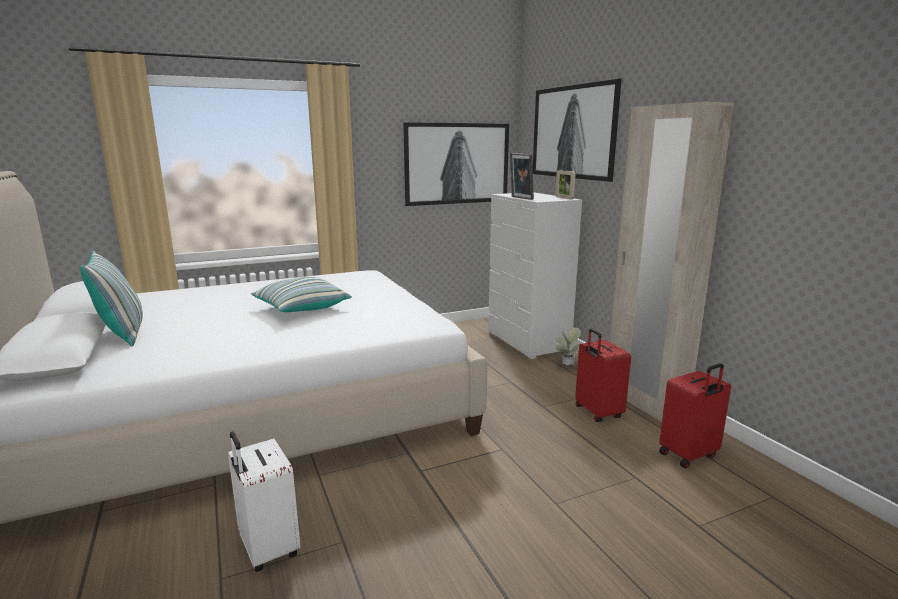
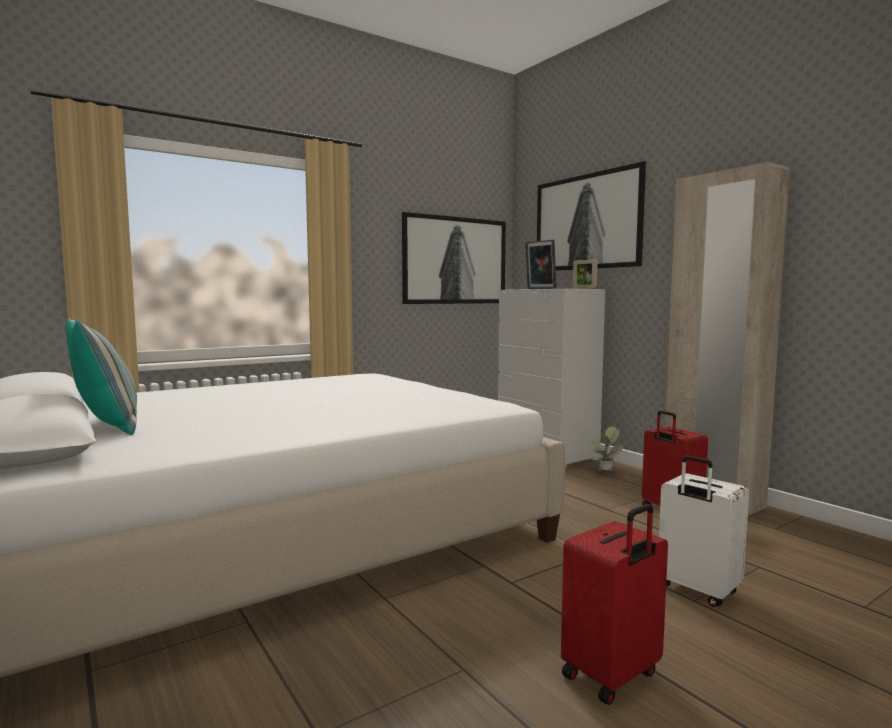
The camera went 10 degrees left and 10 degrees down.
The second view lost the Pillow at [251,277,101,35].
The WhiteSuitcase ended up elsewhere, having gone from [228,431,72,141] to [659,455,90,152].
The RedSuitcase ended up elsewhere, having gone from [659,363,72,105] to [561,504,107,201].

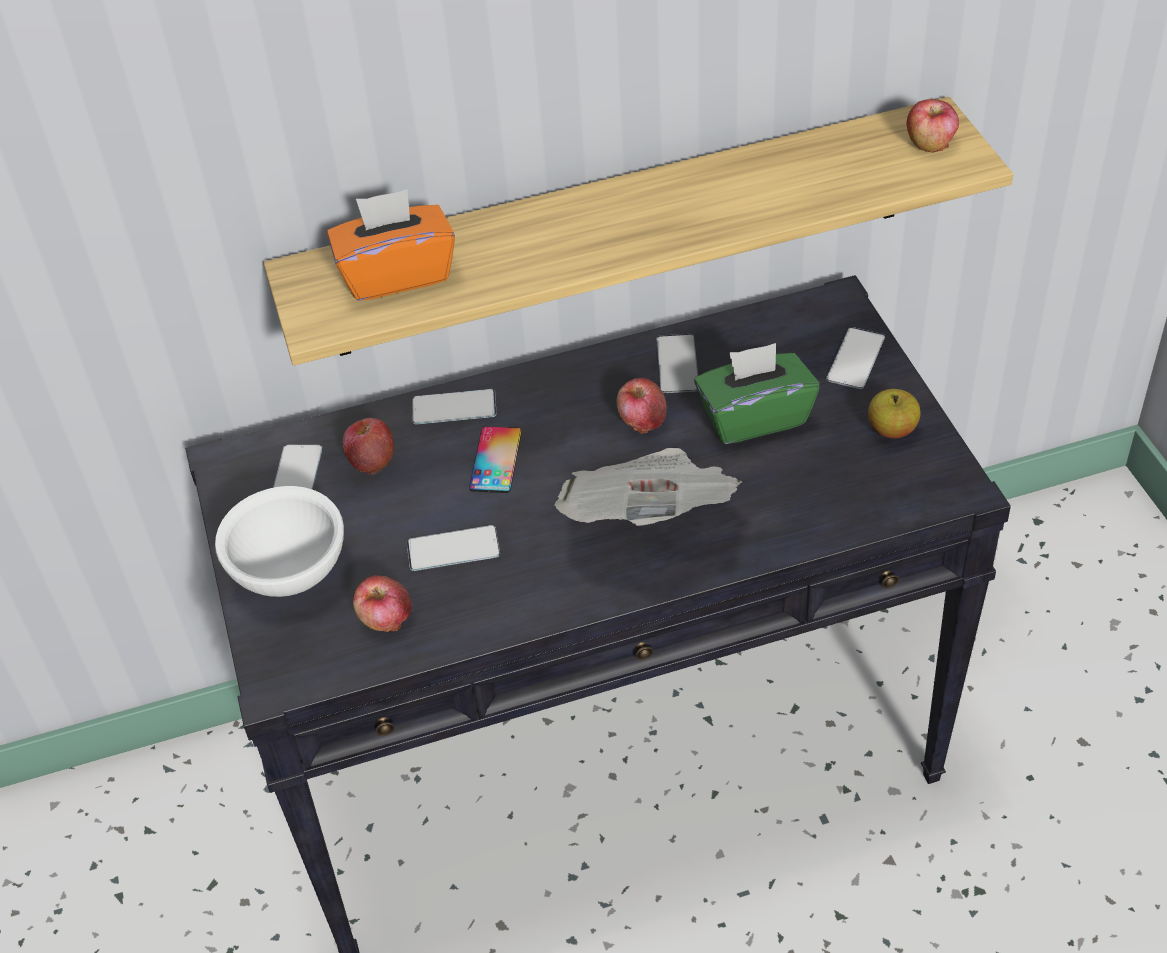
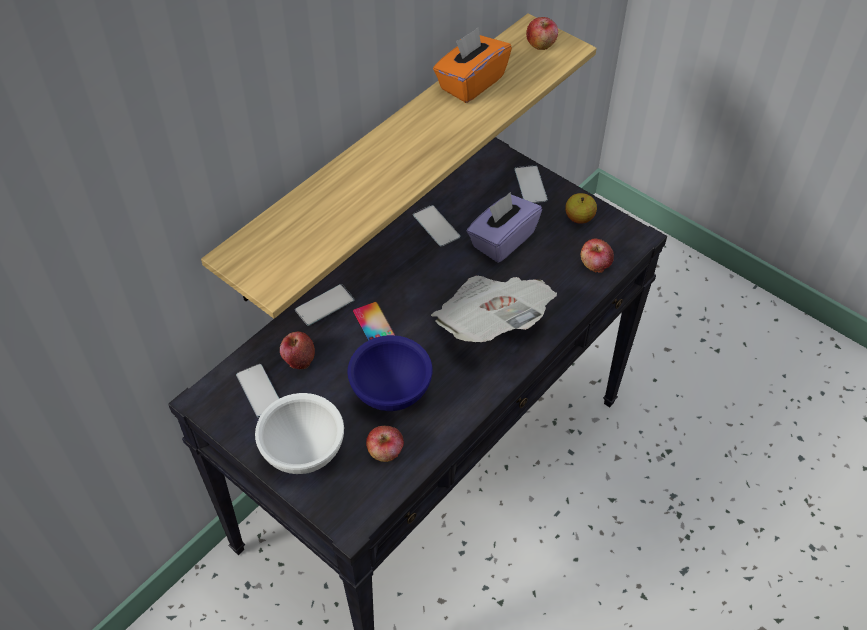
The camera went 35 degrees left and 5 degrees up.
The OrangeTissueBox ended up elsewhere, having gone from [327,189,128,112] to [433,27,79,76].
The Apple ended up elsewhere, having gone from [616,378,51,56] to [581,238,33,35].
Where the Phone stood at [407,525,93,46], the BlueBowl came to stand at [347,335,86,76].
What was the GreenTissueBox at [694,343,125,101] turned into the PurpleTissueBox at [467,192,75,71].

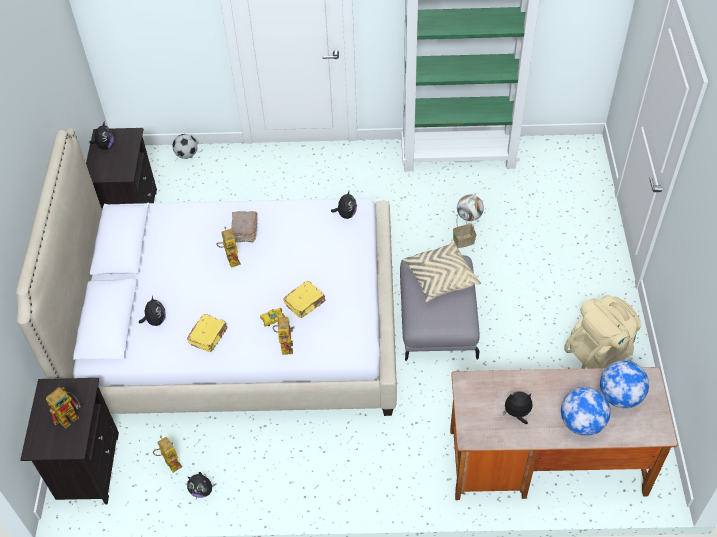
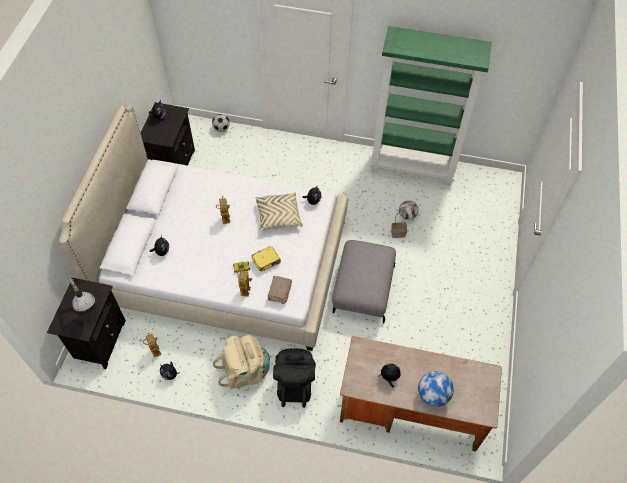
The camera went 10 degrees right and 5 degrees up.
The second view lost the YellowBook at [187,314,40,38].
The second view lost the Globe at [600,360,49,48].
The second view gained the BlackBackpack at [273,348,43,60].
The BrownBook ended up elsewhere, having gone from [231,211,27,31] to [268,276,24,28].
The BeigePillow ended up elsewhere, having gone from [403,242,78,60] to [255,192,48,39].
The BeigeBackpack ended up elsewhere, having gone from [564,295,77,74] to [213,335,57,54].
Where the ToyRobot stood at [46,387,35,42], the TableLamp came to stand at [69,278,26,35].

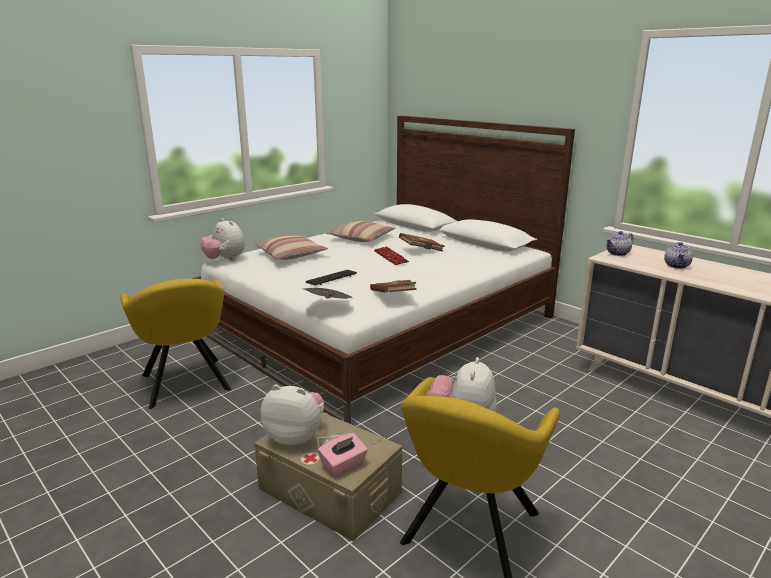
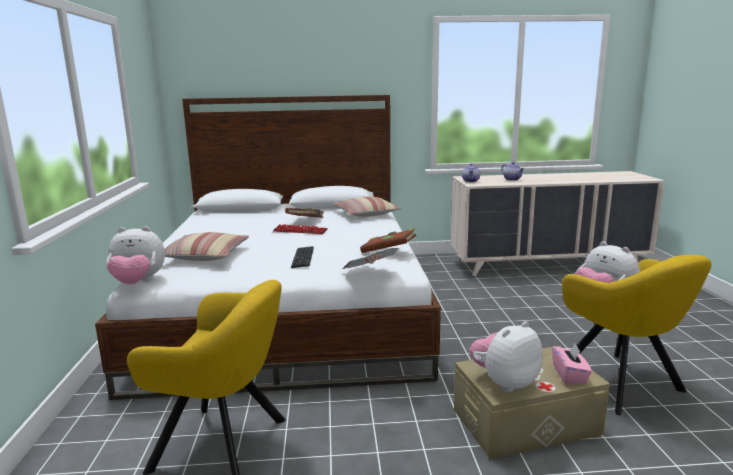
The camera went 50 degrees left and 5 degrees down.
The Pillow ended up elsewhere, having gone from [326,221,69,21] to [333,197,68,20].

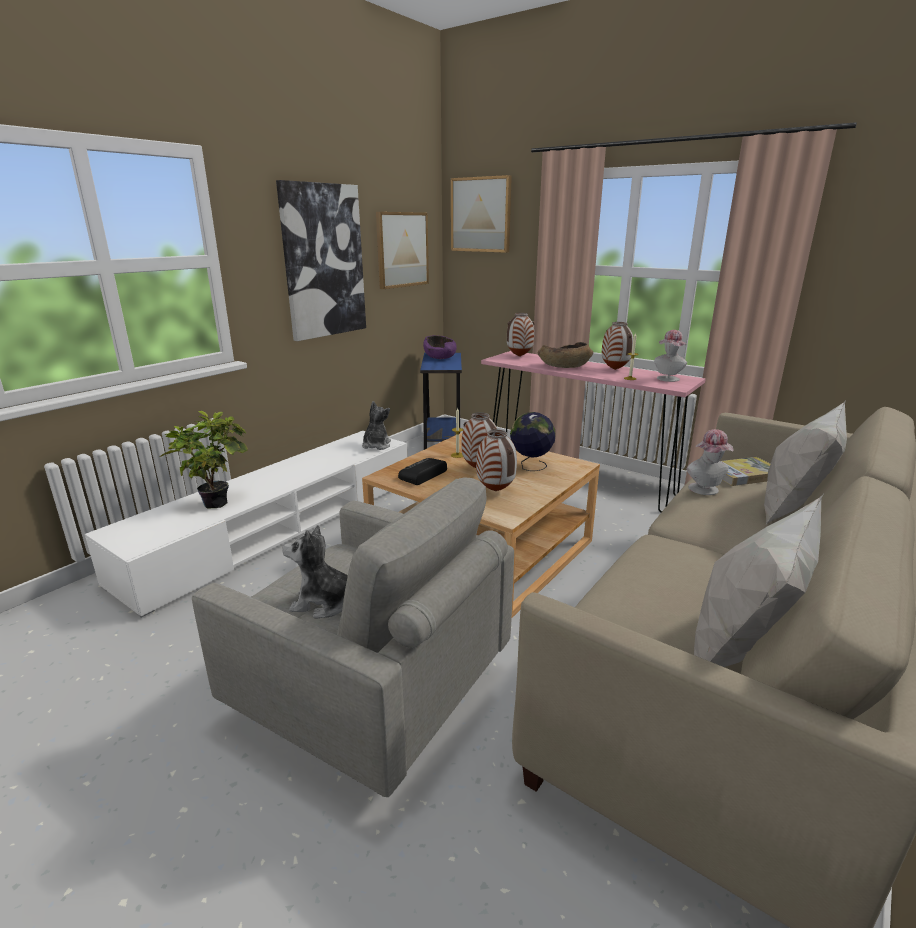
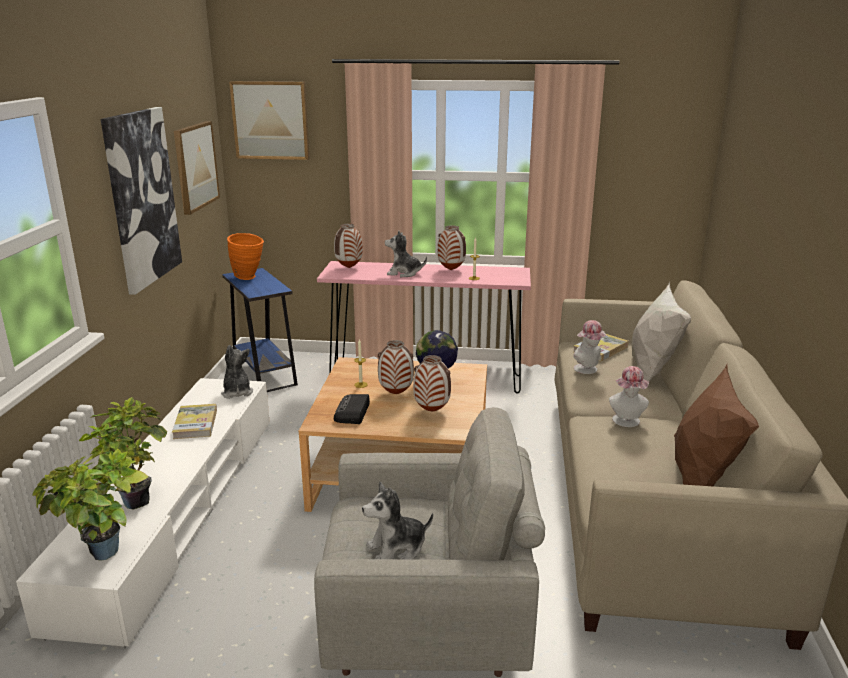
The camera went 30 degrees left and 0 degrees up.
The second view gained the PottedPlant at [32,449,116,112].
The second view gained the Book at [172,404,45,35].
The Hat ended up elsewhere, having gone from [654,330,33,52] to [609,366,40,61].
Where the PurpleBowl stood at [423,335,34,24], the OrangeVase came to stand at [227,233,37,47].
Where the BrownBowl stood at [538,342,55,26], the PlushToy came to stand at [385,231,42,46].
What was the WhitePillow at [694,492,131,175] turned into the BrownPillow at [674,364,85,122].

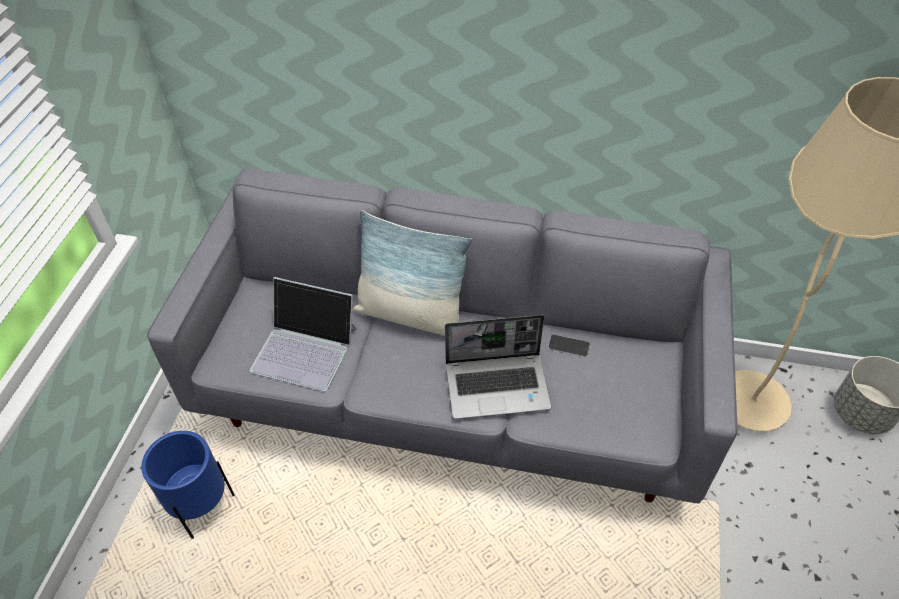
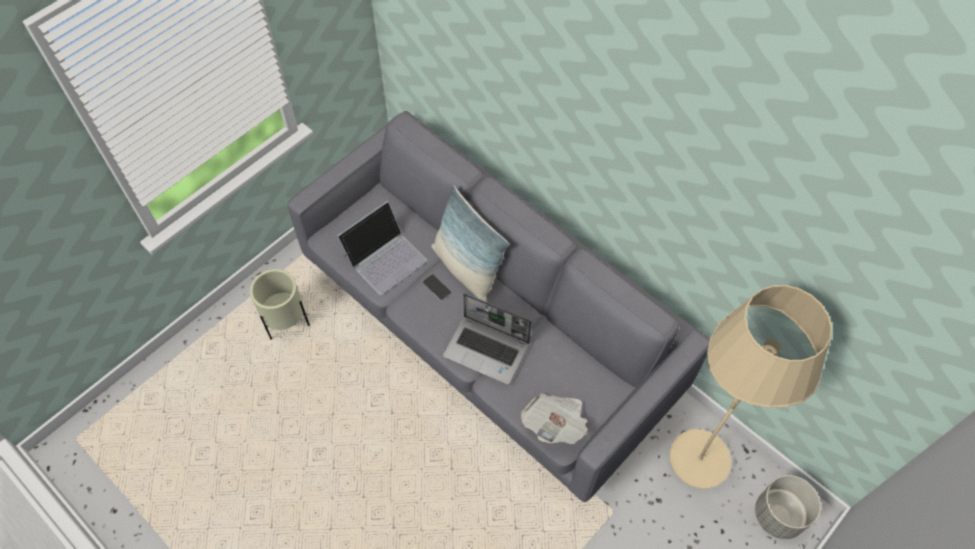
The camera went 30 degrees right and 10 degrees up.
The second view gained the Newspaper at [521,393,67,51].
The Phone ended up elsewhere, having gone from [548,334,42,23] to [422,274,30,27].
What was the BluePlanter at [141,431,94,108] turned into the BeigePlanter at [250,269,60,71].
The Laptop at [250,277,107,114] ended up facing another way, 90 degrees counterclockwise from before.

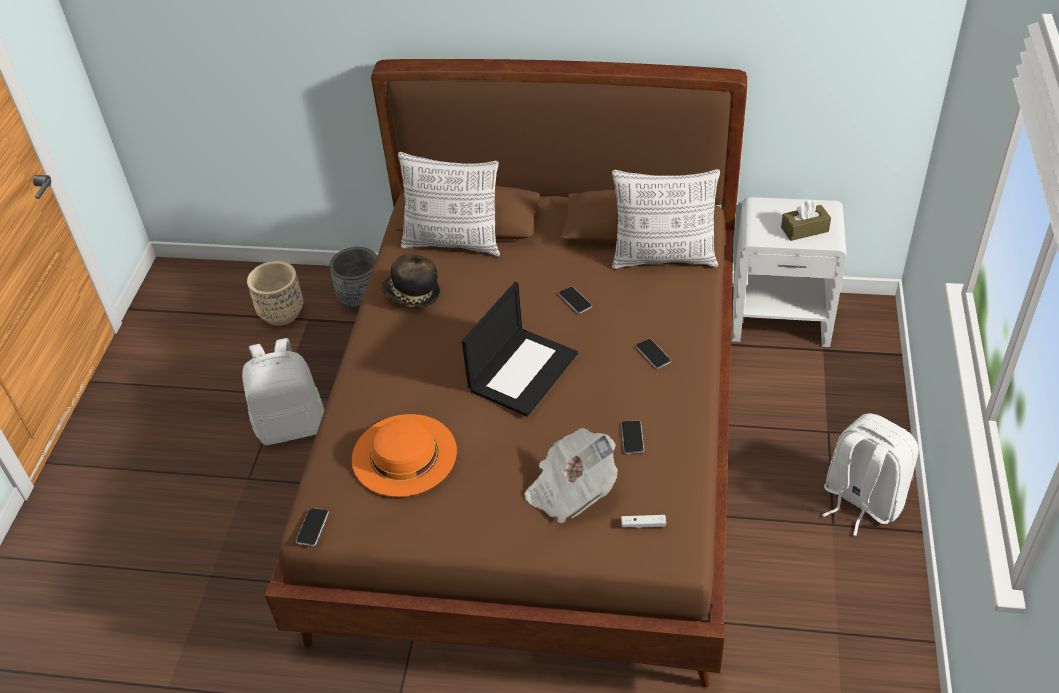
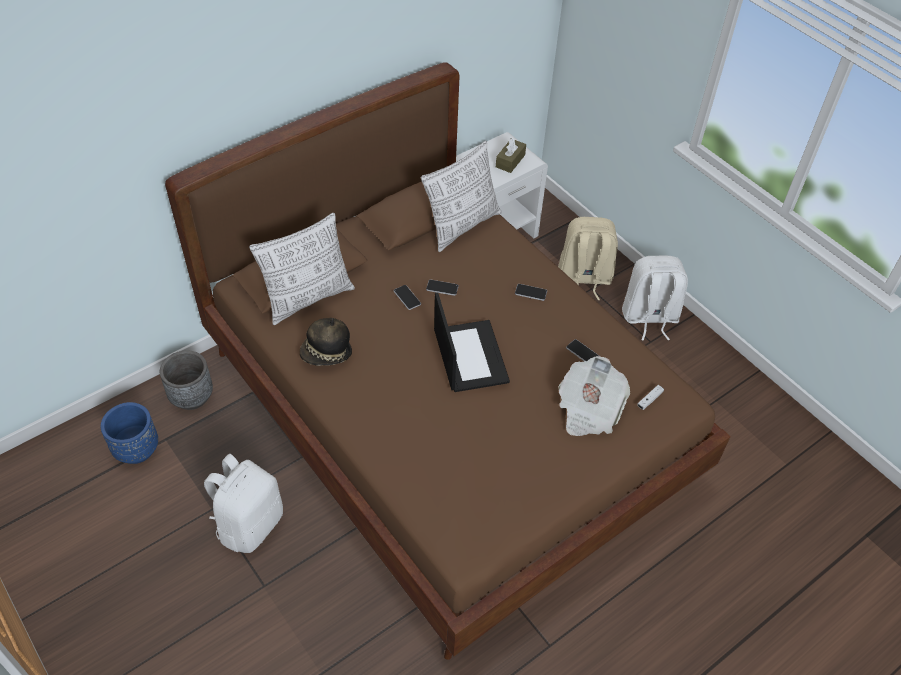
The camera went 50 degrees left and 5 degrees up.
The second view lost the OrangeHat at [352,414,105,83].
The second view gained the BeigeBackpack at [558,217,60,83].
The Phone ended up elsewhere, having gone from [296,508,33,38] to [394,285,27,25].
What was the BeigePlanter at [247,261,56,65] turned into the BluePlanter at [101,402,57,62].

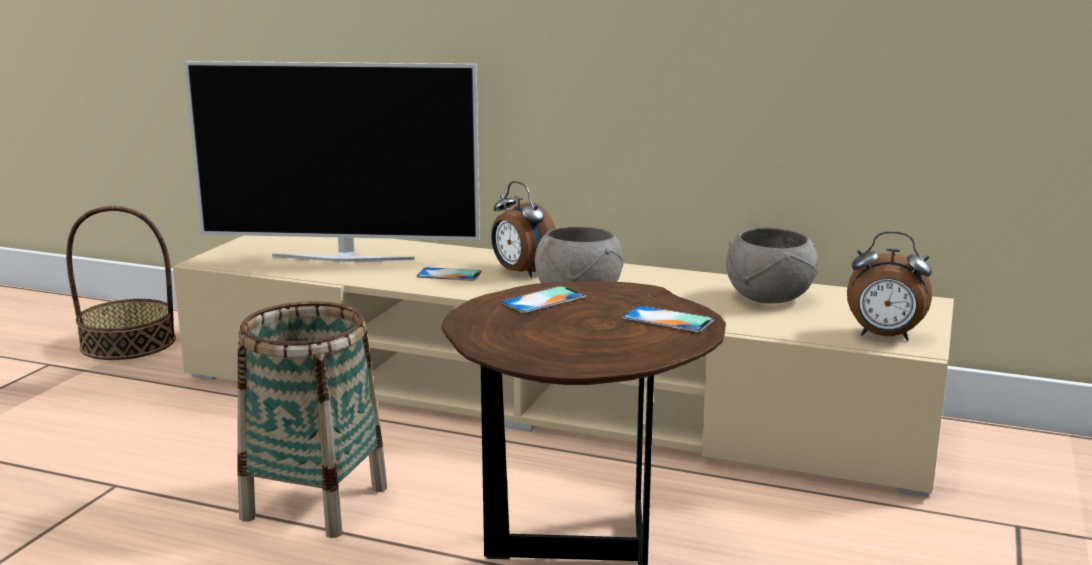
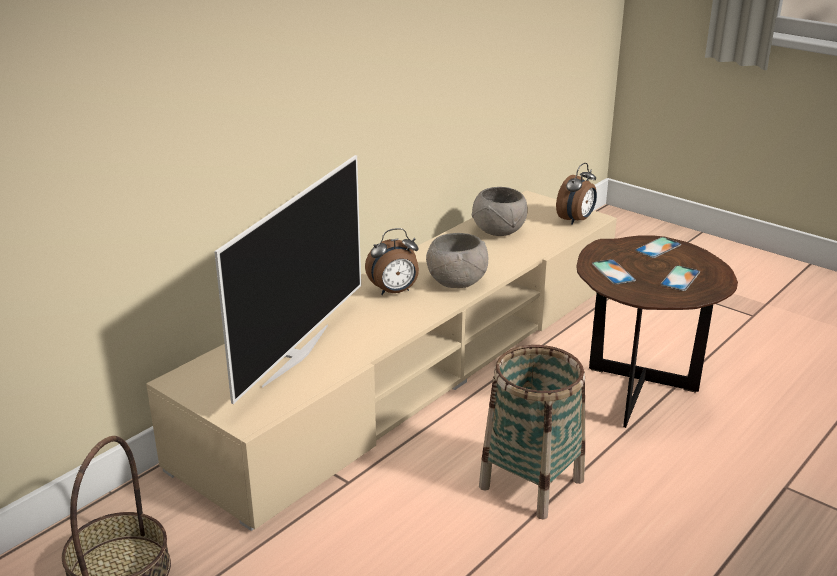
The camera went 70 degrees left and 10 degrees up.
The Phone ended up elsewhere, having gone from [416,267,66,14] to [661,265,39,26].

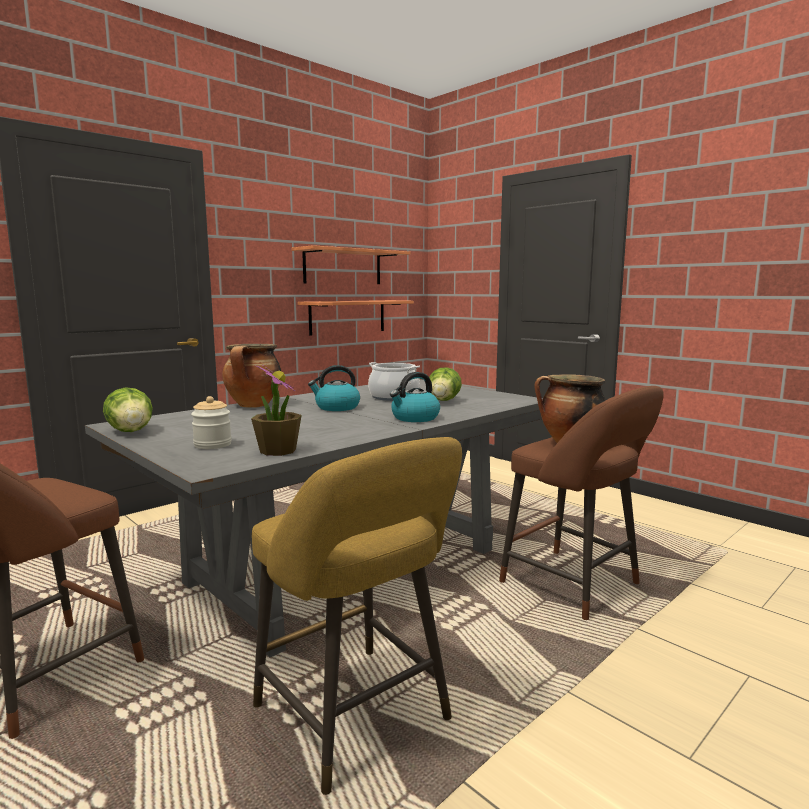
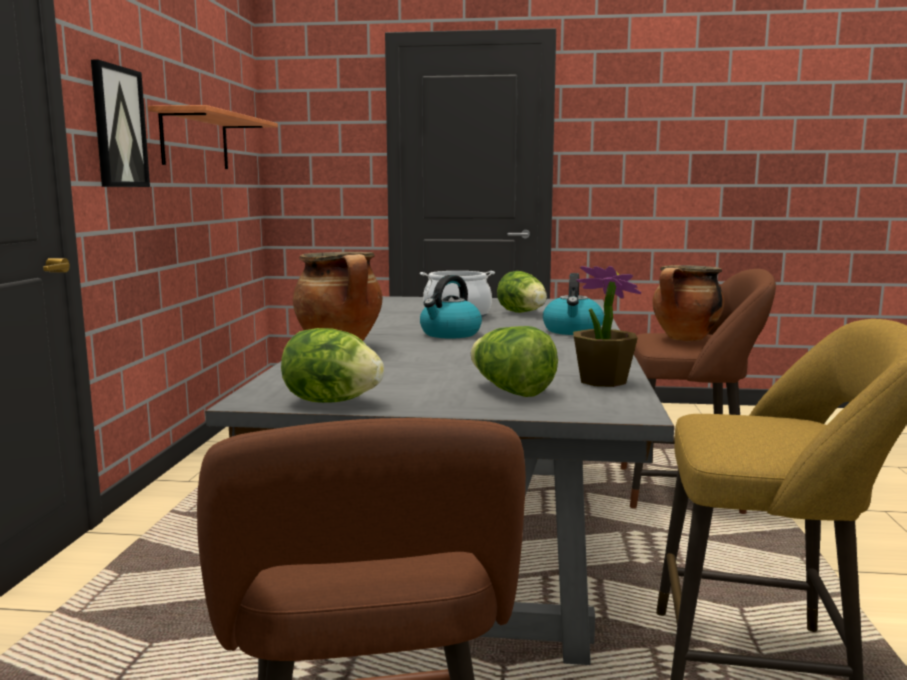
The camera went 40 degrees left and 0 degrees up.
The second view lost the Shelf at [298,300,116,35].
The second view gained the Picture at [91,60,59,127].
Where the Jar stood at [191,396,41,53], the Lettuce came to stand at [471,326,87,71].

